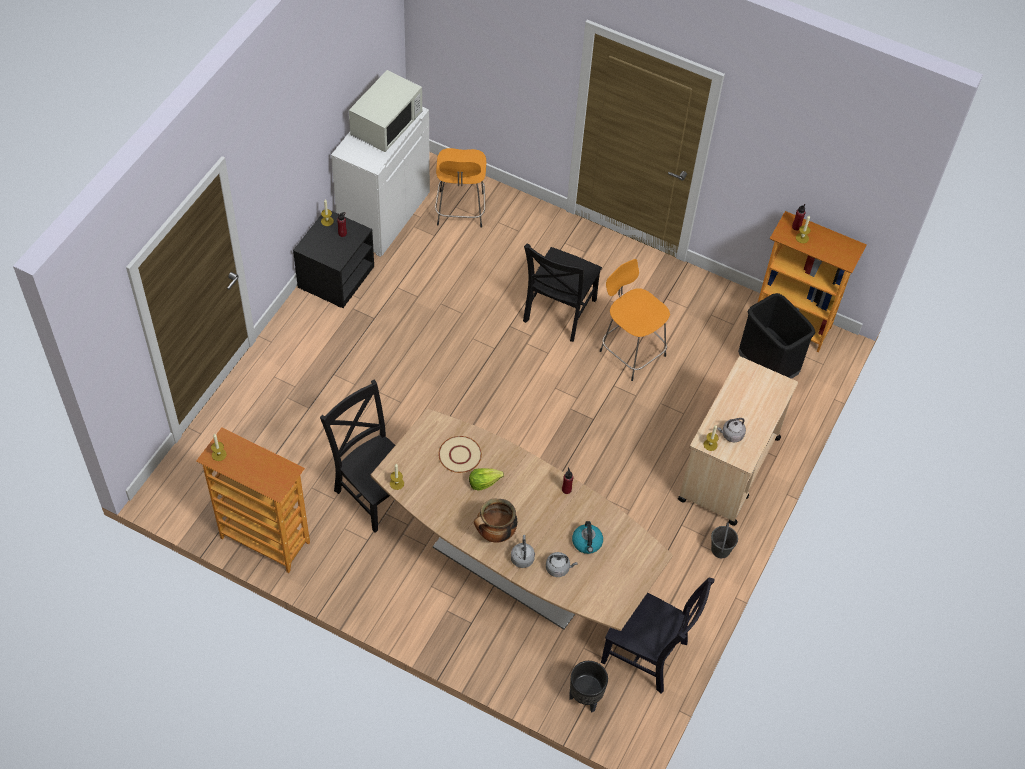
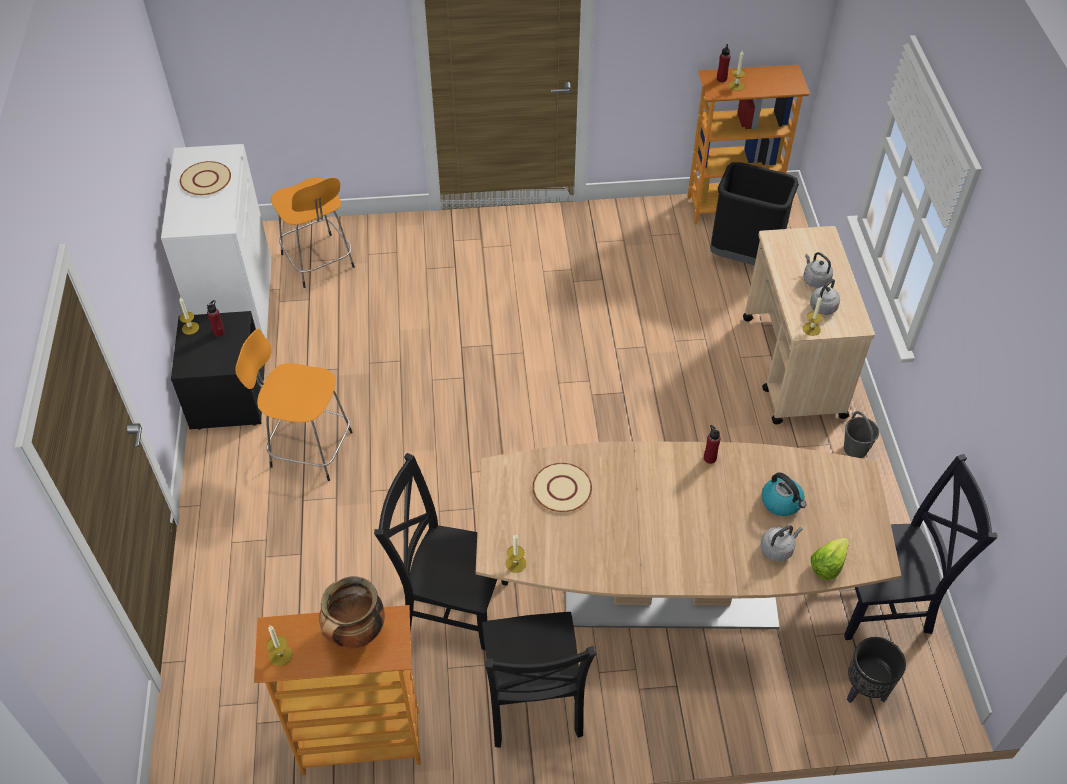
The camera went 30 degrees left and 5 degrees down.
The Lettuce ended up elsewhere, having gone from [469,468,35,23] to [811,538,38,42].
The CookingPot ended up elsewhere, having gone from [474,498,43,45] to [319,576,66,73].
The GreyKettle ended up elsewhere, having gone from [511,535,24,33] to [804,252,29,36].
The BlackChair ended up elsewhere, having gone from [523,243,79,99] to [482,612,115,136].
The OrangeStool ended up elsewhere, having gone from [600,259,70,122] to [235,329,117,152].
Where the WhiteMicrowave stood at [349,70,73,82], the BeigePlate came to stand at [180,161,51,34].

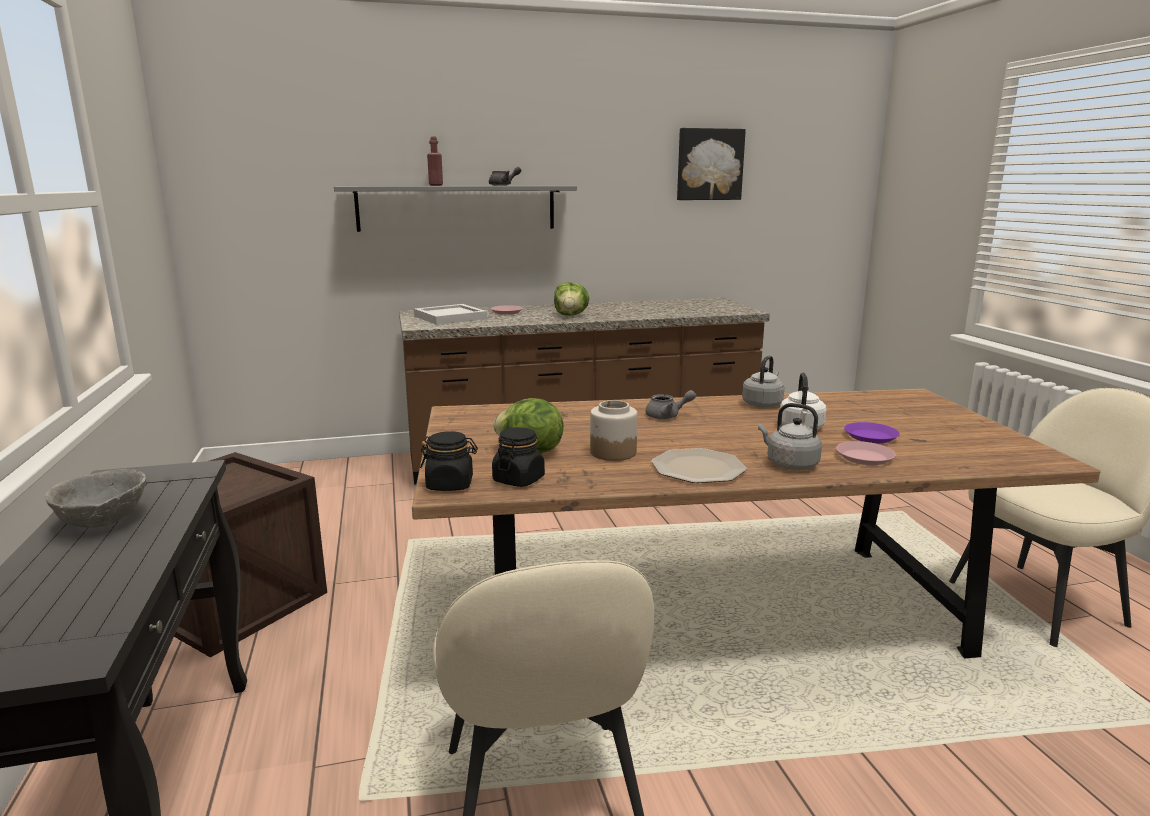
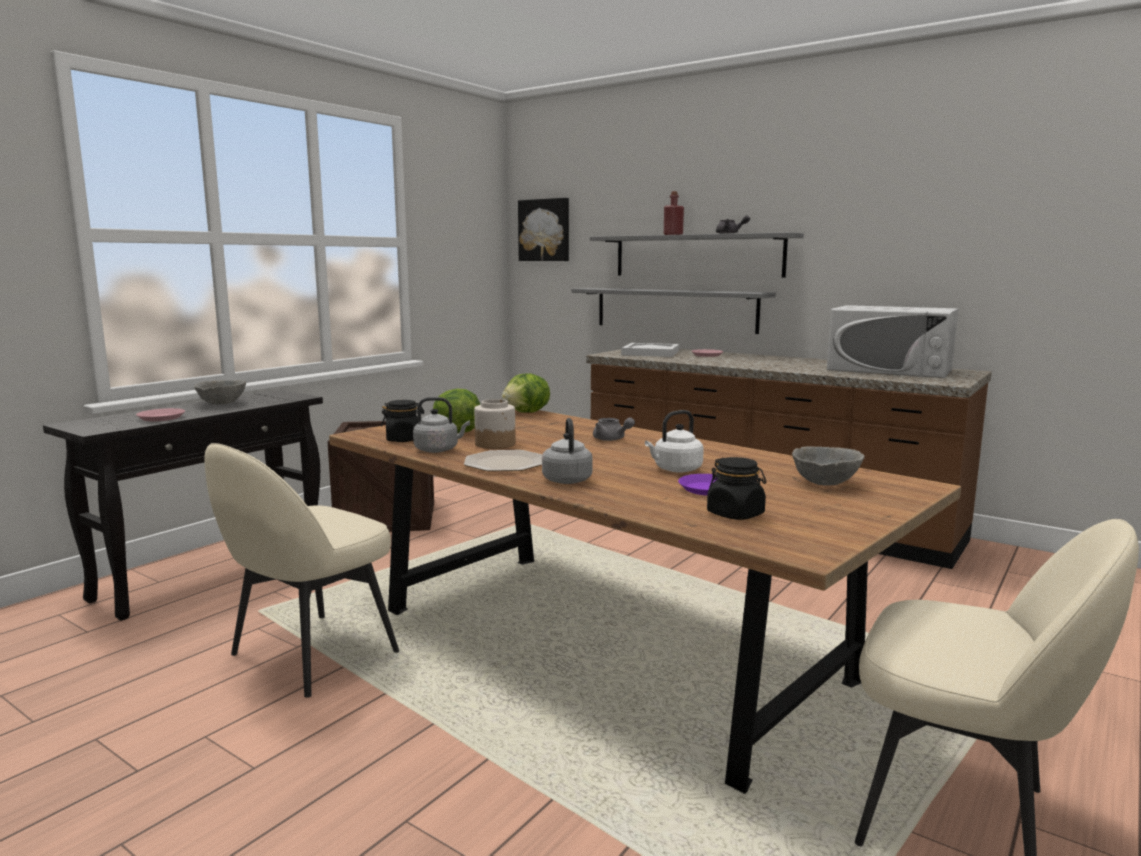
The camera went 50 degrees right and 5 degrees down.
The second view gained the GreyShelf at [571,288,205,46].
The second view gained the GreyBowl at [792,446,73,40].
The second view gained the WhiteMicrowave at [827,305,132,73].
The BlackJar ended up elsewhere, having gone from [420,431,58,60] to [707,457,59,63].
The Lettuce ended up elsewhere, having gone from [554,282,35,34] to [502,373,48,40].
The Picture ended up elsewhere, having gone from [677,128,69,72] to [518,198,51,63].
The GreyKettle ended up elsewhere, having gone from [742,355,42,53] to [413,397,57,56].
The PinkPlate ended up elsewhere, having gone from [836,441,60,24] to [136,408,49,13].

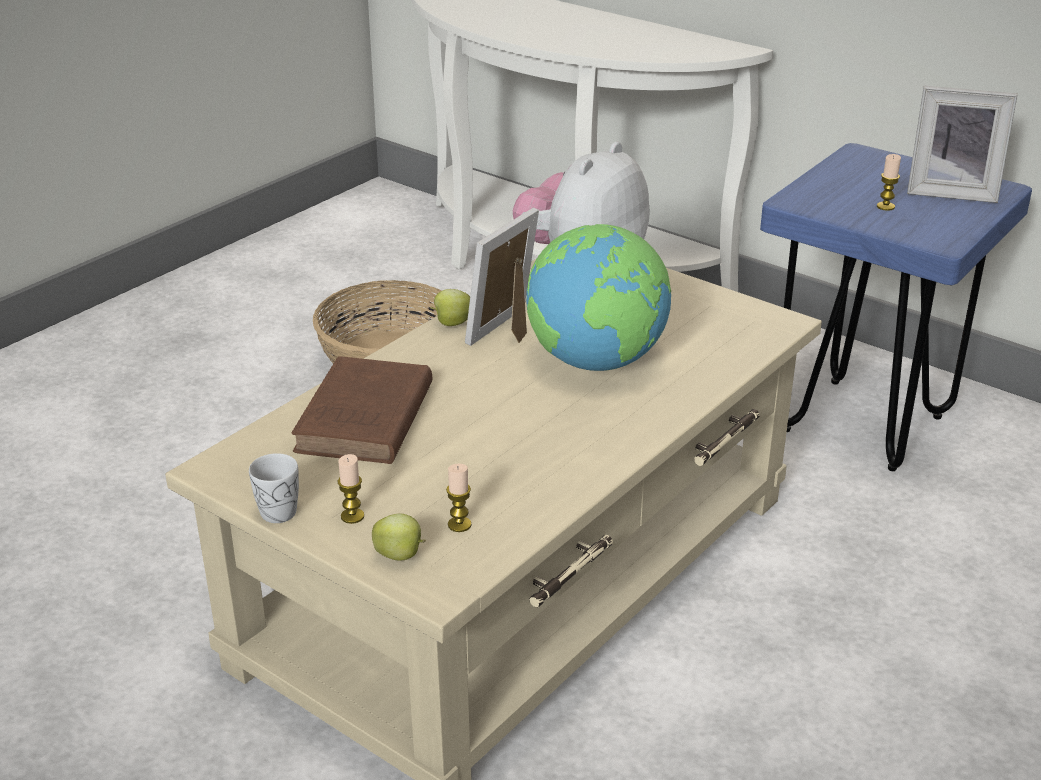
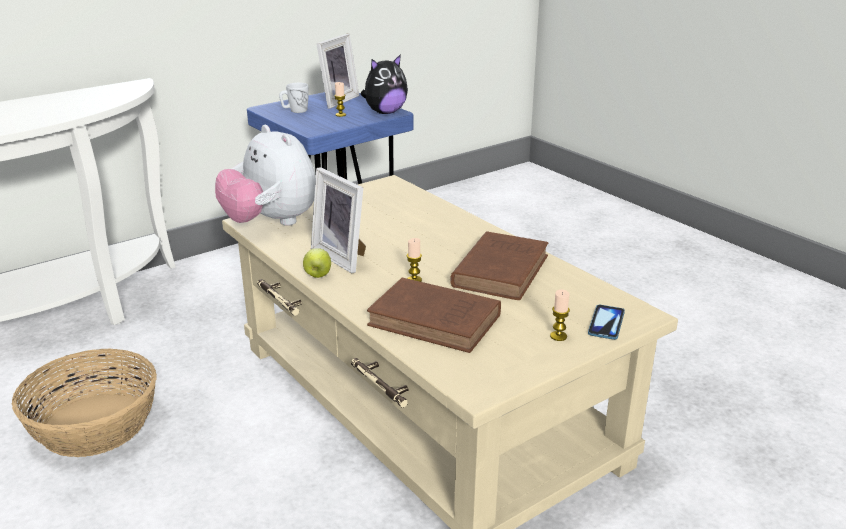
The camera went 75 degrees left and 5 degrees down.
The second view lost the Globe at [526,224,145,147].
The second view gained the PlushToy at [361,54,47,60].
The second view gained the BrownBook at [450,231,98,69].
The WhiteMug ended up elsewhere, having gone from [249,453,50,70] to [279,83,30,30].
The Candle ended up elsewhere, having gone from [446,464,25,68] to [407,238,15,44].
Where the Apple stood at [372,514,54,47], the Phone came to stand at [588,305,37,35].

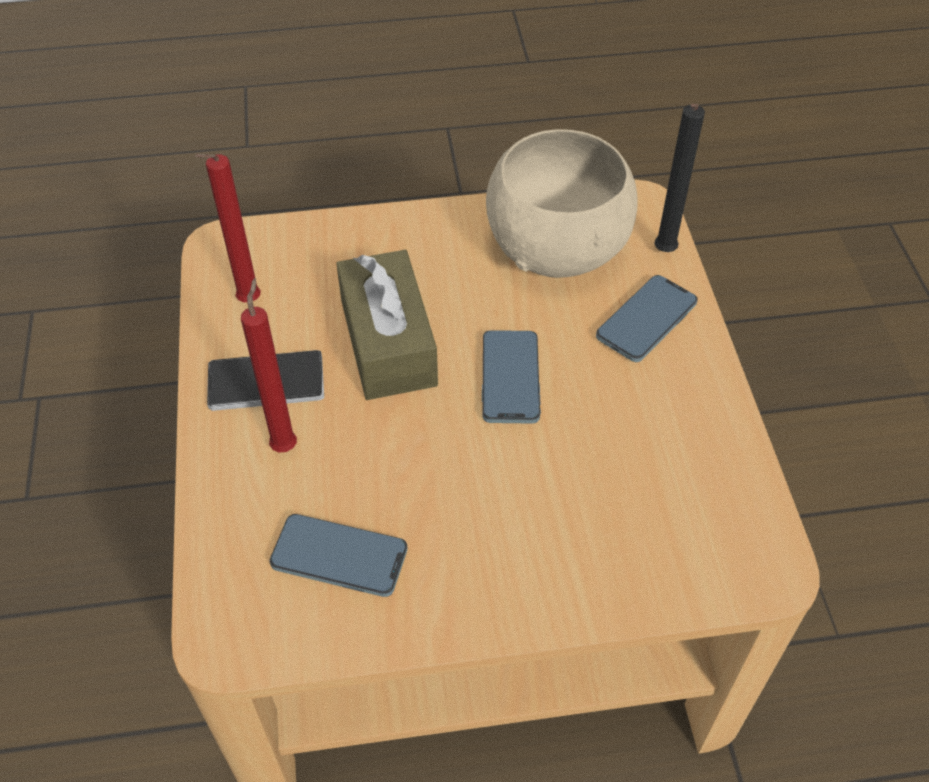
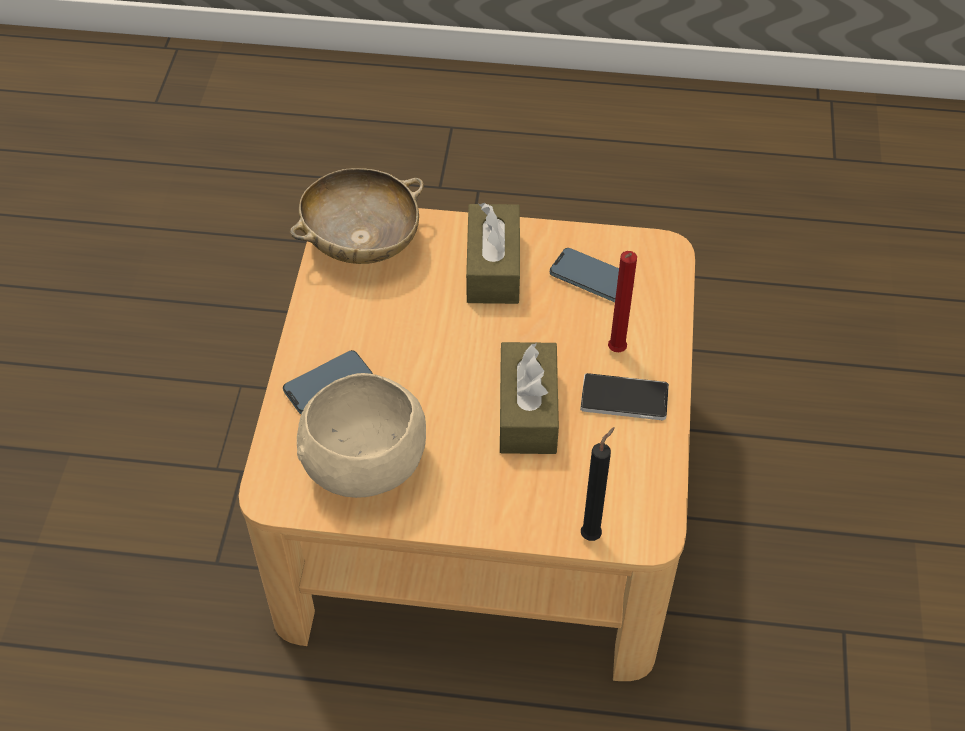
The camera went 165 degrees left and 0 degrees up.
The second view lost the RedCandle at [195,154,66,148].
The second view lost the Phone at [482,330,59,94].
The second view gained the BeigeBowl at [290,168,134,96].
The second view gained the BrownTissueBox at [466,203,54,101].
The BlackCandle ended up elsewhere, having gone from [654,104,51,148] to [581,427,34,114].

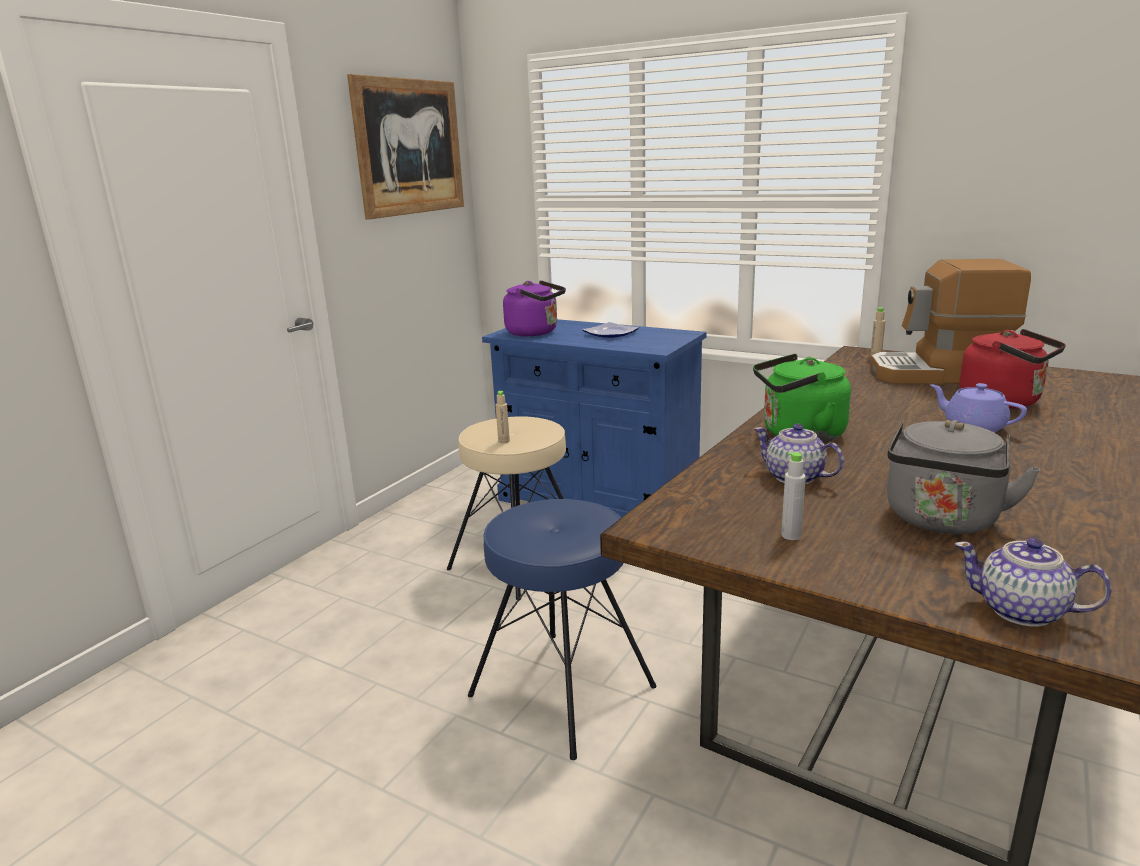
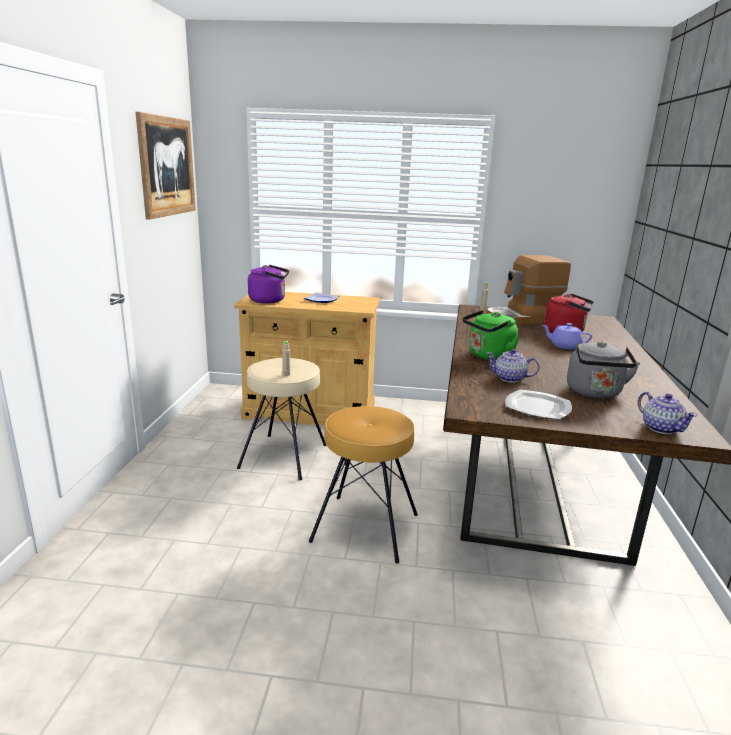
The camera went 25 degrees left and 0 degrees up.
Where the GreyBottle stood at [781,452,25,88], the Plate came to stand at [505,390,67,29].
What was the BlueStool at [468,499,188,261] turned into the BrownStool at [309,406,109,157].
What was the BlueCabinet at [482,319,225,199] turned into the BeigeCabinet at [234,292,146,133].
The Teapot at [955,538,157,89] ended up facing another way, 120 degrees counterclockwise from before.

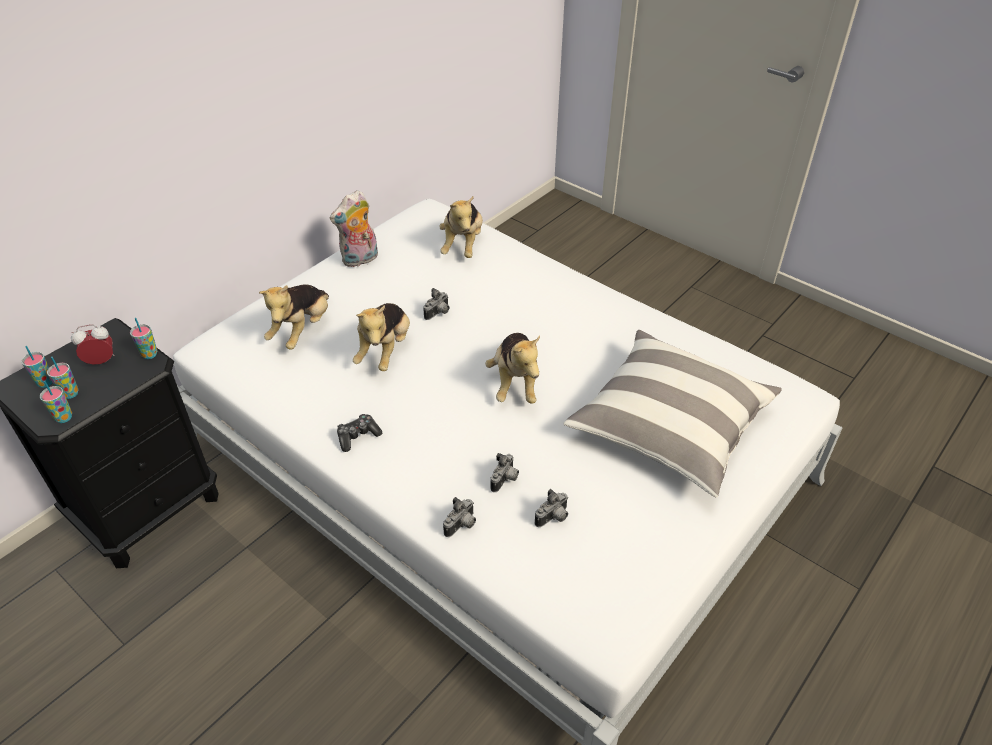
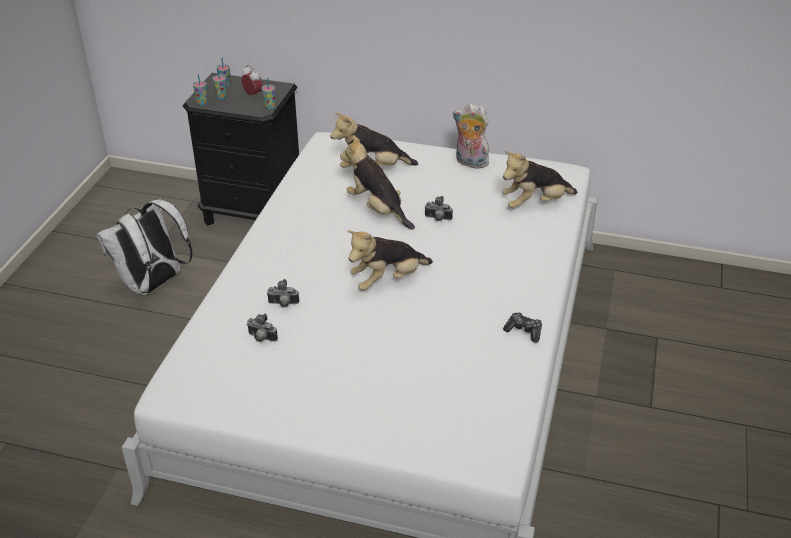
The camera went 65 degrees right and 5 degrees down.
The second view lost the PhotoCamera at [443,497,33,40].
The second view lost the Pillow at [563,330,219,167].
The second view gained the WhiteBackpack at [96,199,97,96].
The GameController ended up elsewhere, having gone from [337,414,45,38] to [503,312,39,31].
The PlushToy at [353,303,57,68] ended up facing another way, 60 degrees clockwise from before.

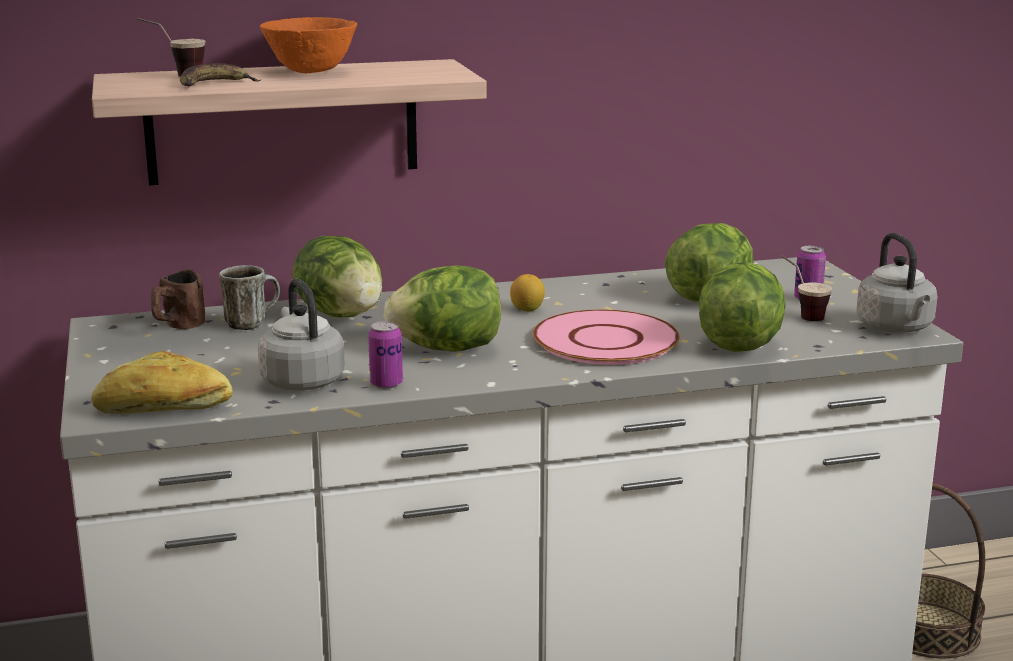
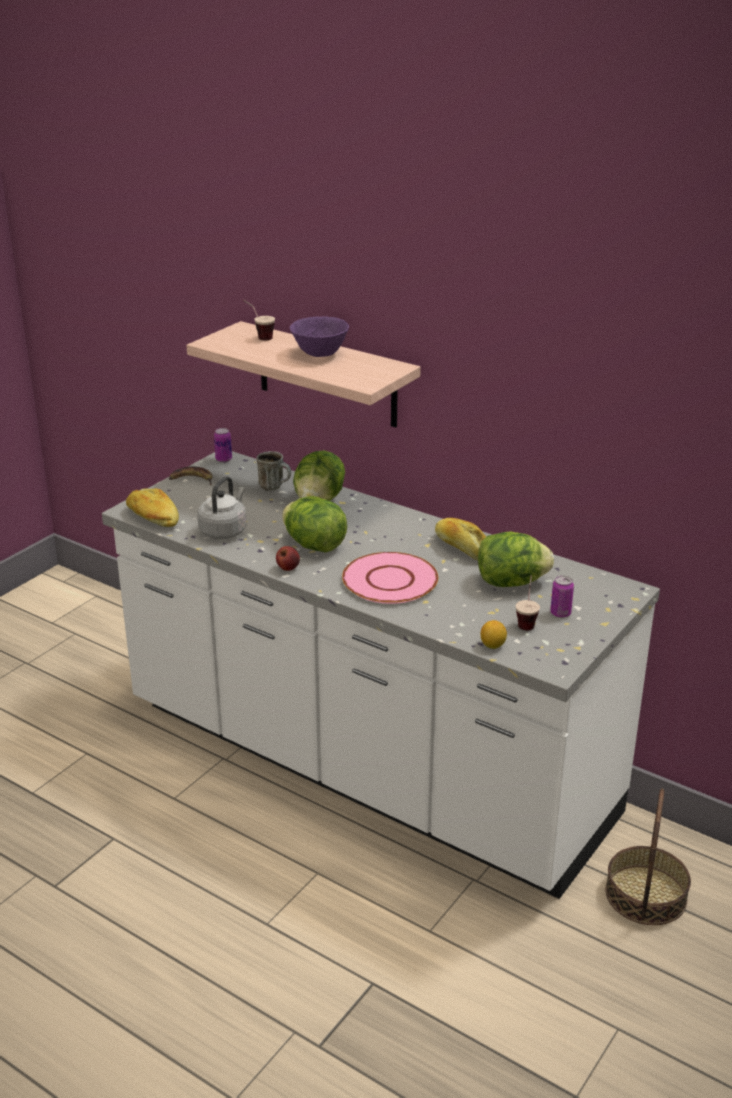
The camera went 50 degrees right and 10 degrees up.
The second view lost the BrownMug at [151,269,54,60].
The second view lost the Lettuce at [699,262,87,90].
The second view lost the GreyKettle at [857,233,81,100].
The second view gained the Apple at [276,546,24,25].
The second view gained the Bread at [435,518,51,43].
The Banana ended up elsewhere, having gone from [180,63,81,23] to [169,466,43,19].
The Can ended up elsewhere, having gone from [368,321,35,68] to [214,428,18,34].
The Lemon ended up elsewhere, having gone from [510,274,35,37] to [481,620,26,29].
What was the OrangeBowl at [260,17,97,56] turned into the PurpleBowl at [290,316,59,41].

